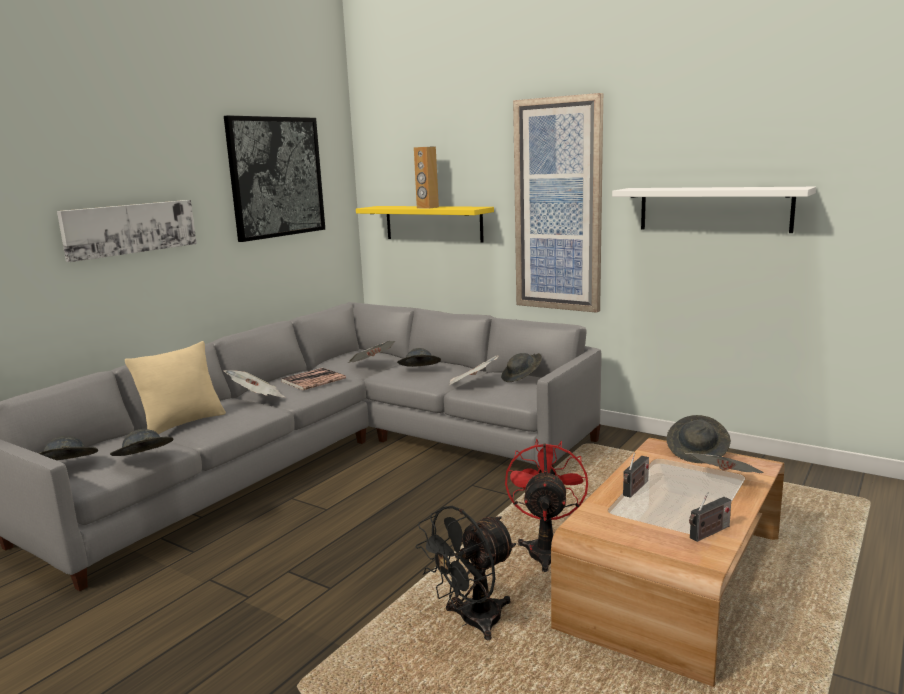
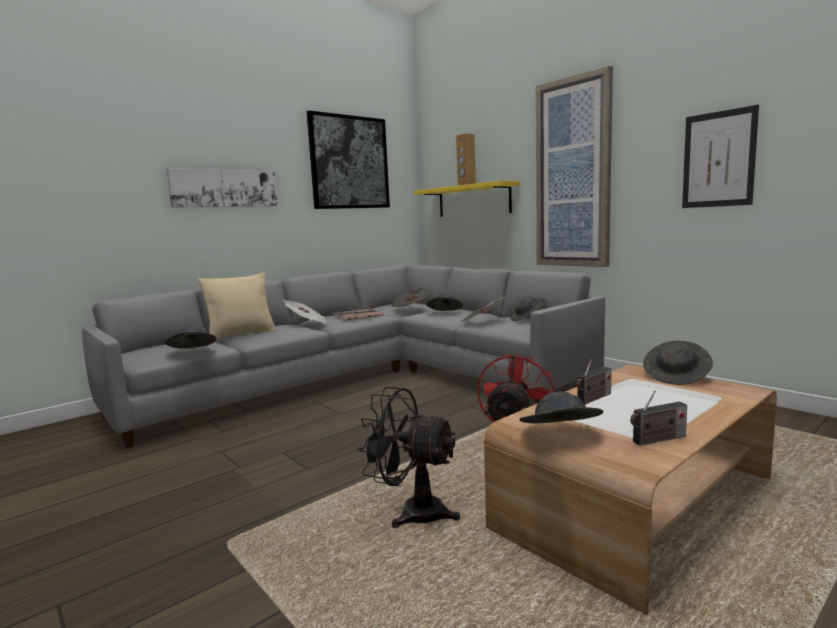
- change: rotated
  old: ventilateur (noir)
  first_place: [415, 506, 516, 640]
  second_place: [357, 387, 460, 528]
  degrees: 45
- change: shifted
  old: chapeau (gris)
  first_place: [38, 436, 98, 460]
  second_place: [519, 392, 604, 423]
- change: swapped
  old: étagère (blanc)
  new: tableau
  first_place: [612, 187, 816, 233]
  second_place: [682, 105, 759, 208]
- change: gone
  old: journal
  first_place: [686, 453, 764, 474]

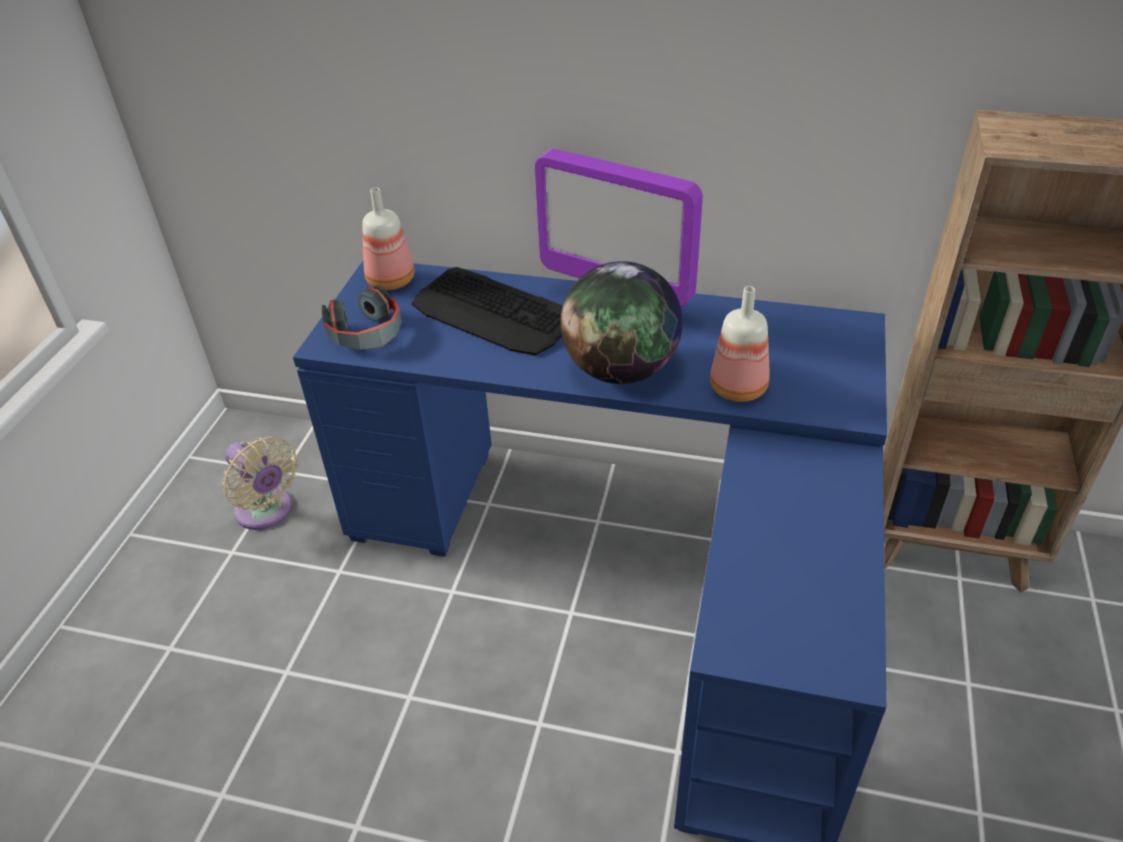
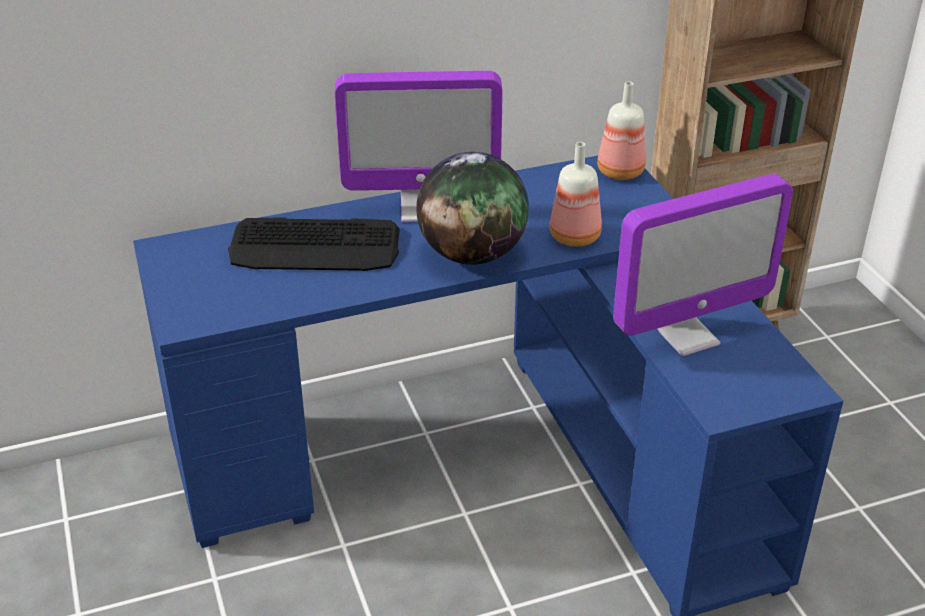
- change: shifted
  old: bouteille
  first_place: [362, 188, 415, 290]
  second_place: [597, 81, 646, 180]
- change: new
  new: écran d'ordinateur
  second_place: [613, 174, 793, 356]
- change: gone
  old: ventilateur (beige)
  first_place: [222, 436, 298, 530]
- change: gone
  old: casque audio
  first_place: [322, 285, 402, 350]

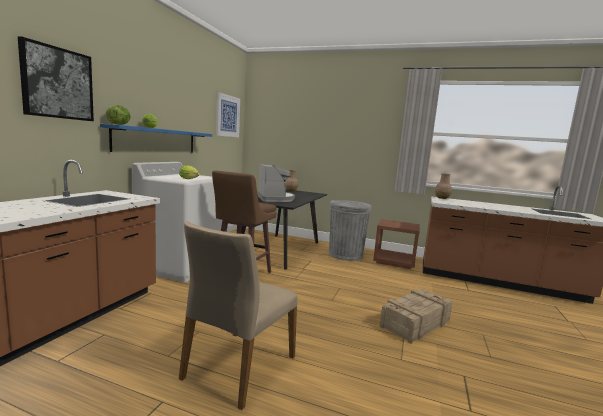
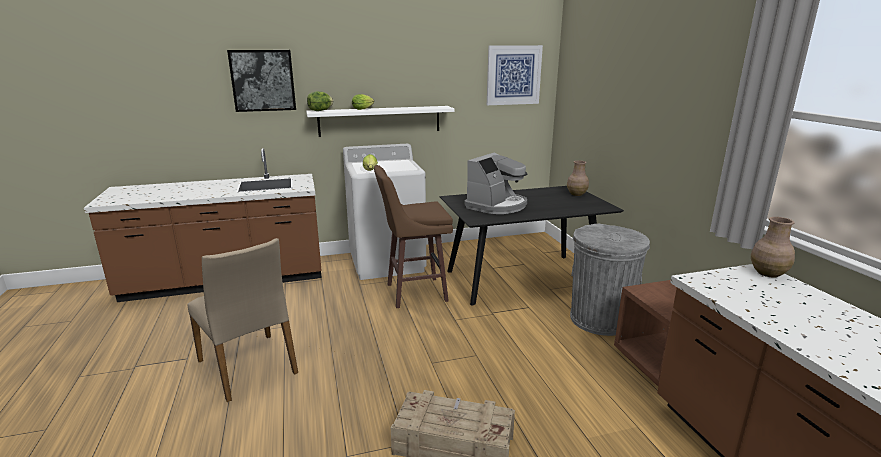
- change: rotated
  old: chaise (beige)
  first_place: [179, 221, 298, 410]
  second_place: [187, 238, 298, 402]
  degrees: -120
- change: repainted
  old: étagère (bleu)
  new: étagère (blanc)
  first_place: [100, 124, 212, 153]
  second_place: [306, 106, 454, 137]

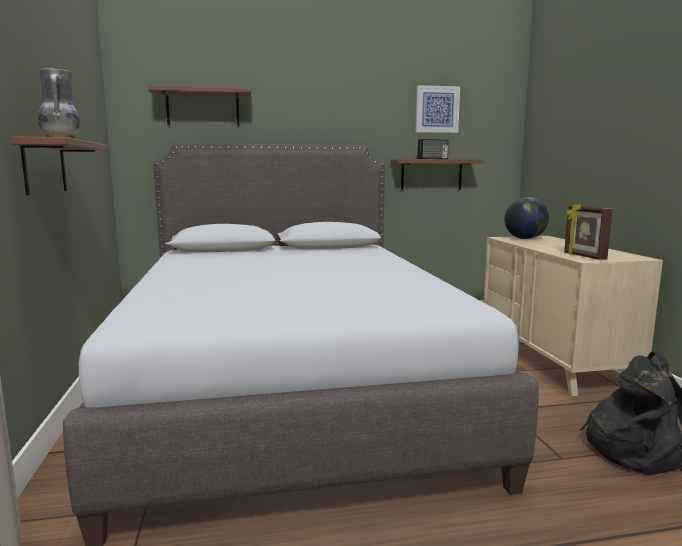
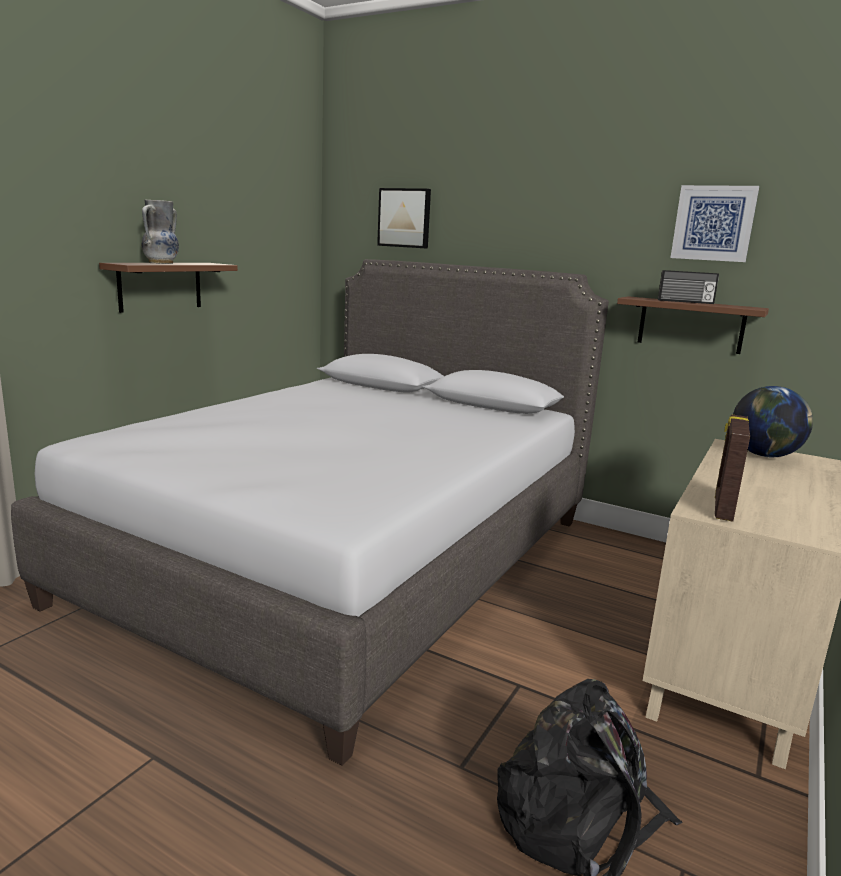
- change: swapped
  old: étagère (marron)
  new: tableau
  first_place: [147, 85, 251, 126]
  second_place: [377, 188, 431, 249]

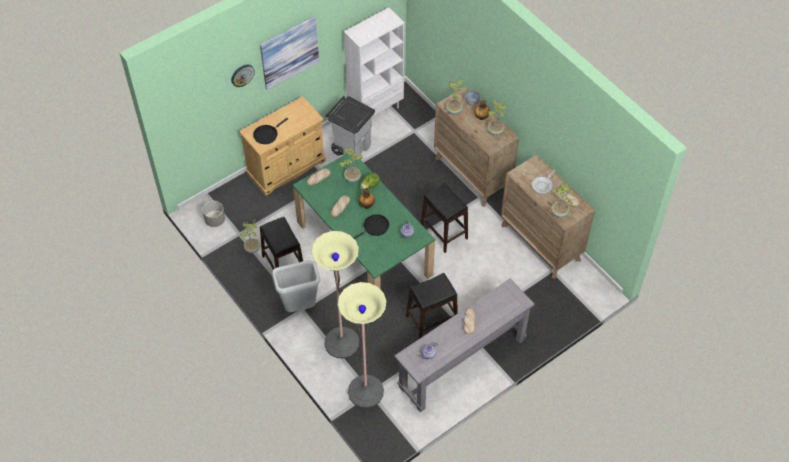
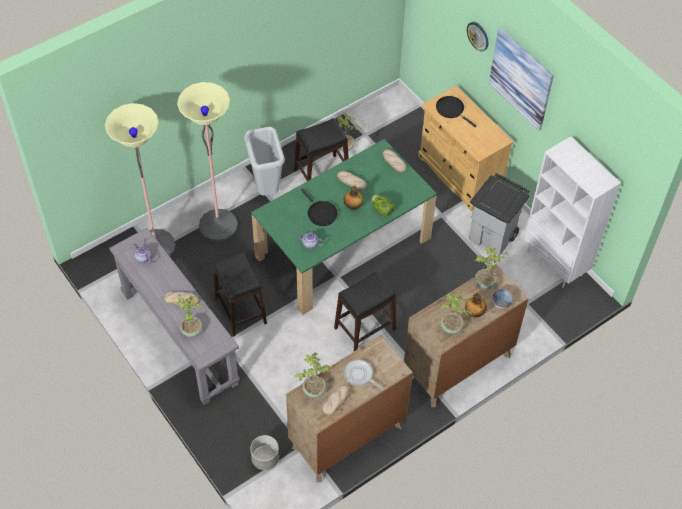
- change: shifted
  old: plante en pot
  first_place: [339, 147, 363, 182]
  second_place: [177, 294, 204, 337]
- change: shifted
  old: cache-pot (gris)
  first_place: [202, 201, 225, 227]
  second_place: [250, 435, 279, 470]

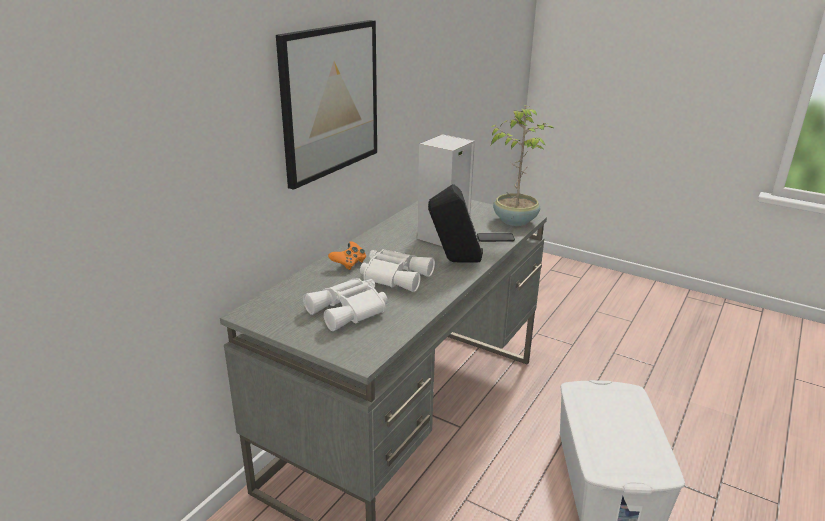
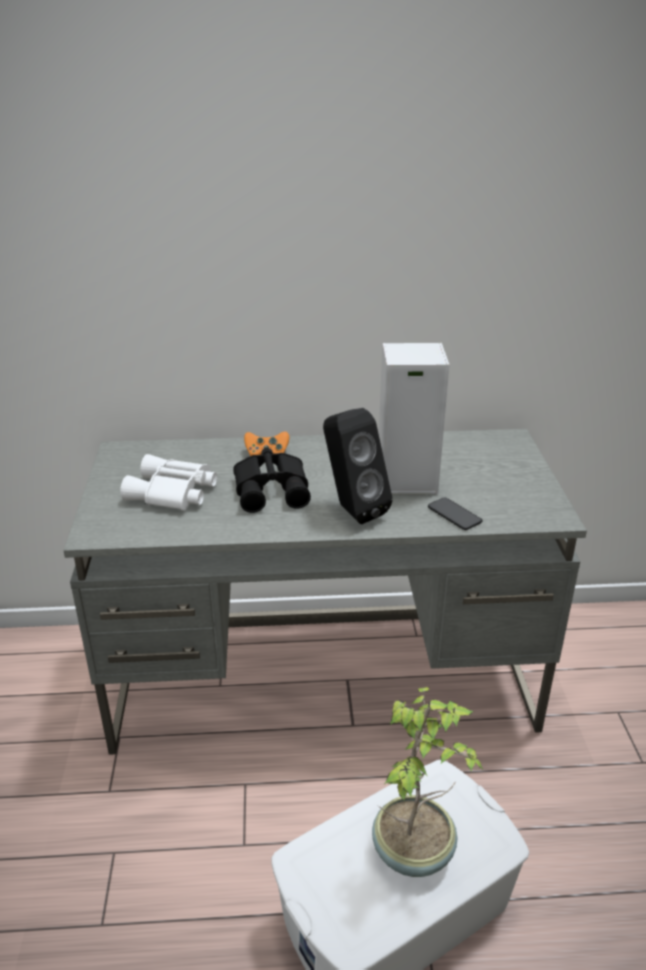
- change: repainted
  old: jumelles (blanc)
  new: jumelles (noir)
  first_place: [360, 249, 435, 292]
  second_place: [233, 448, 311, 513]
- change: shifted
  old: plante en pot
  first_place: [489, 105, 554, 226]
  second_place: [372, 687, 484, 877]
- change: gone
  old: tableau
  first_place: [276, 20, 377, 190]

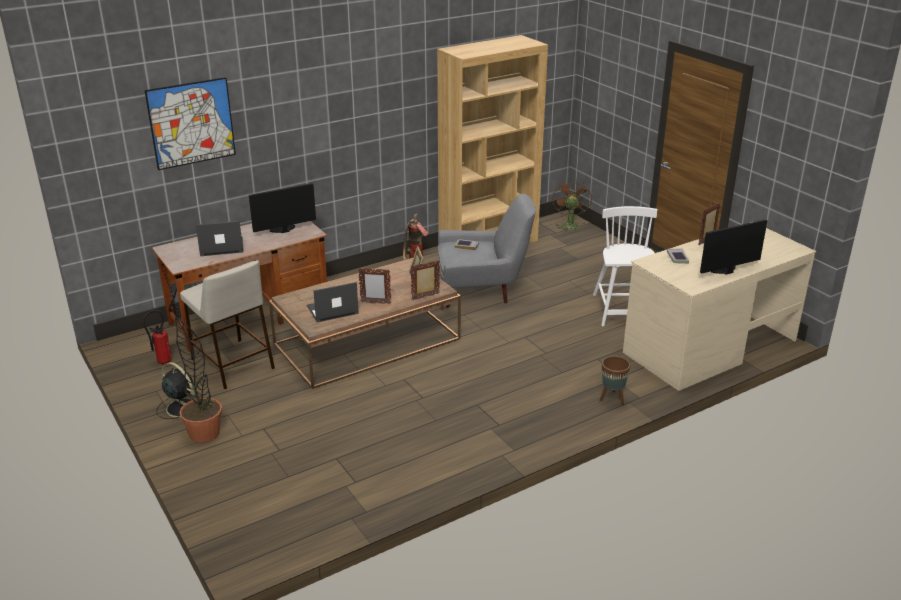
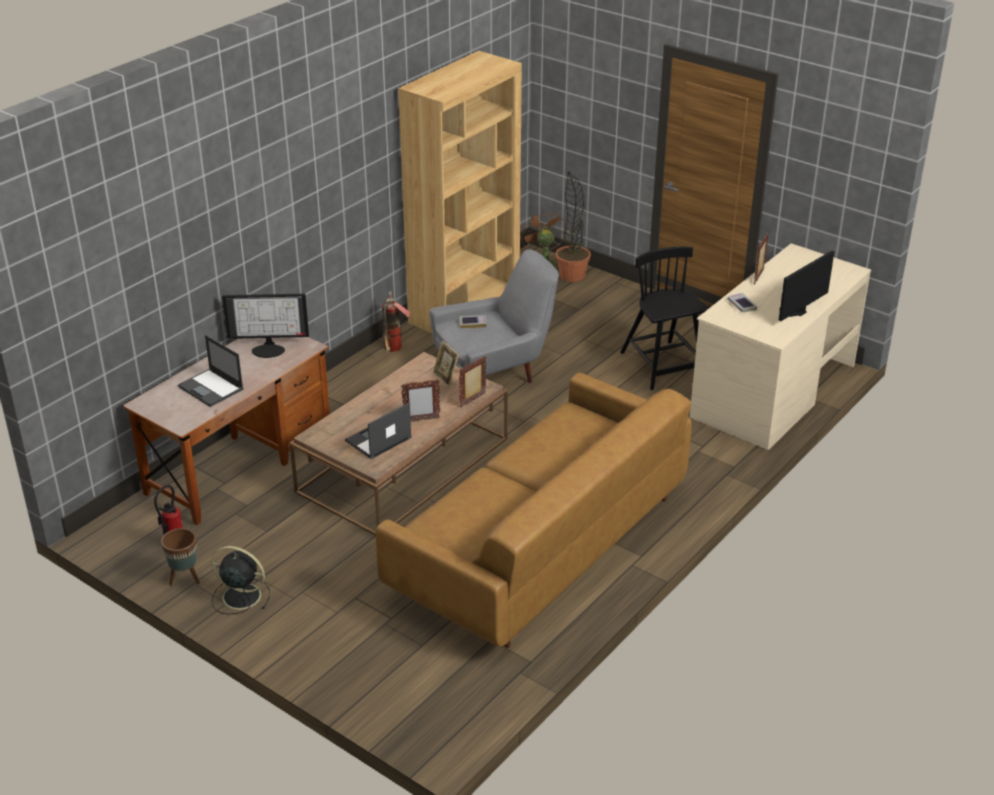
- change: shifted
  old: cache-pot (marron)
  first_place: [599, 356, 631, 405]
  second_place: [161, 528, 200, 586]
- change: rotated
  old: ordinateur portable
  first_place: [196, 221, 243, 256]
  second_place: [178, 335, 244, 407]
  degrees: -105
- change: rotated
  old: écran d'ordinateur
  first_place: [249, 183, 316, 233]
  second_place: [222, 294, 309, 358]
  degrees: -135
- change: new
  new: canapé (marron)
  second_place: [376, 373, 692, 648]
- change: shifted
  old: plante en pot
  first_place: [175, 317, 222, 443]
  second_place: [556, 171, 591, 282]
- change: repainted
  old: chaise (blanc)
  new: chaise (noir)
  first_place: [593, 206, 658, 326]
  second_place: [620, 247, 709, 390]
- change: gone
  old: tableau
  first_place: [145, 77, 236, 170]
- change: gone
  old: tabouret (beige)
  first_place: [180, 260, 275, 389]

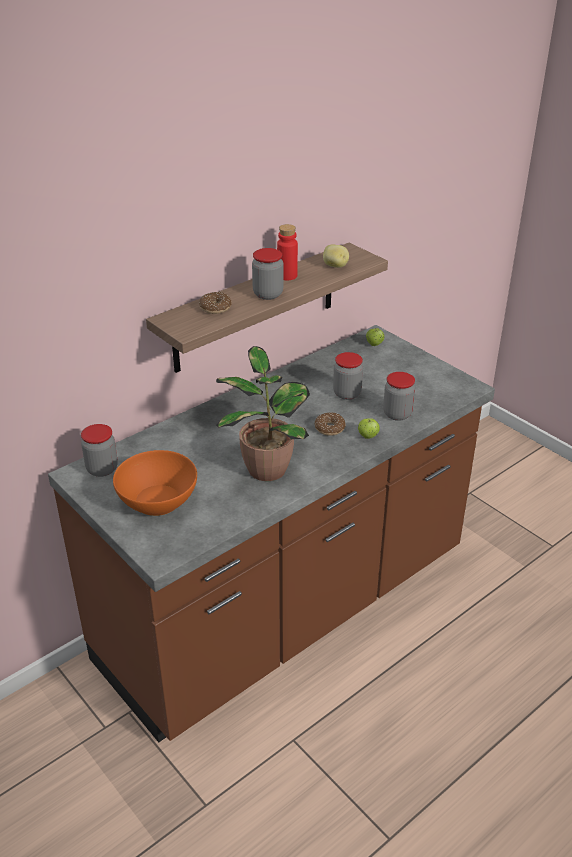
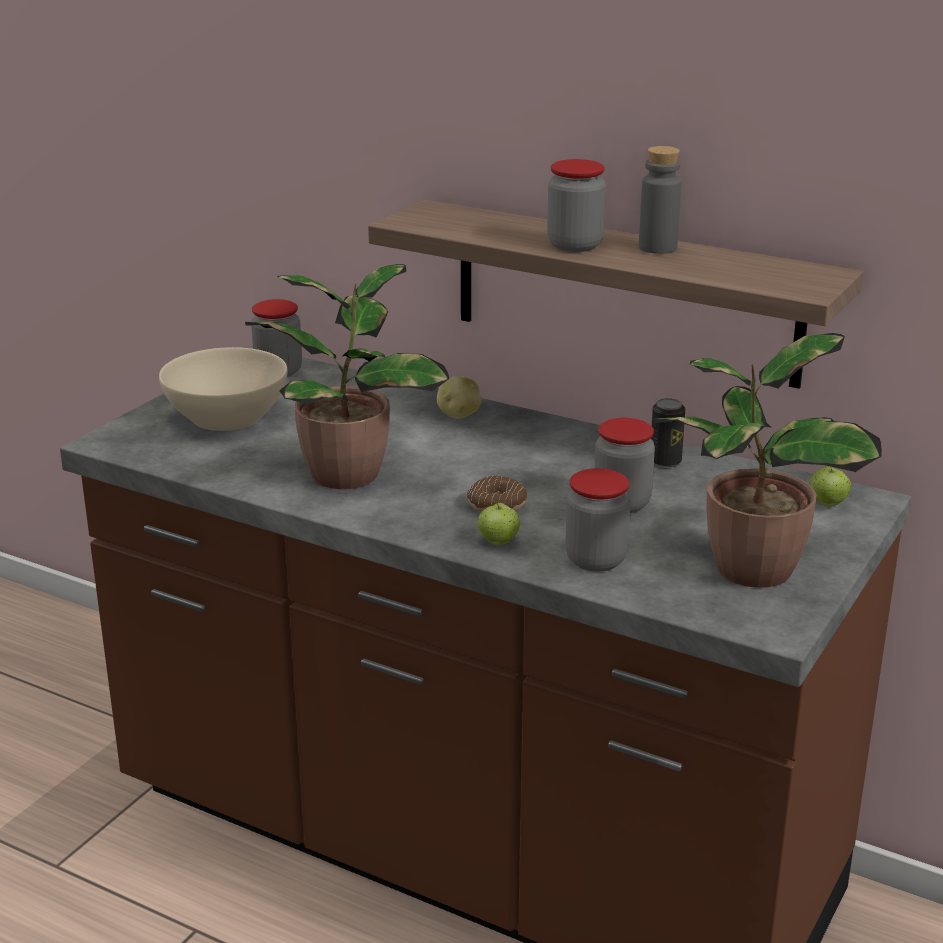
- change: repainted
  old: bol (orange)
  new: bol (beige)
  first_place: [113, 450, 197, 516]
  second_place: [159, 347, 288, 431]
- change: shifted
  old: pomme de terre
  first_place: [323, 244, 349, 268]
  second_place: [437, 376, 481, 419]
- change: repainted
  old: bouteille (rouge)
  new: bouteille (gris)
  first_place: [277, 224, 298, 280]
  second_place: [639, 146, 681, 254]
- change: new
  new: boîte métallique
  second_place: [651, 398, 685, 467]
- change: new
  new: plante en pot
  second_place: [653, 333, 882, 588]
- change: gone
  old: beignet
  first_place: [199, 292, 232, 314]

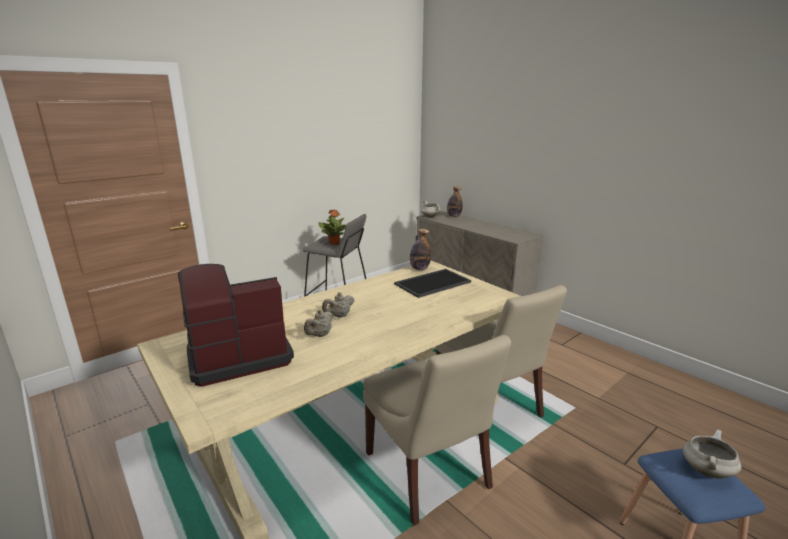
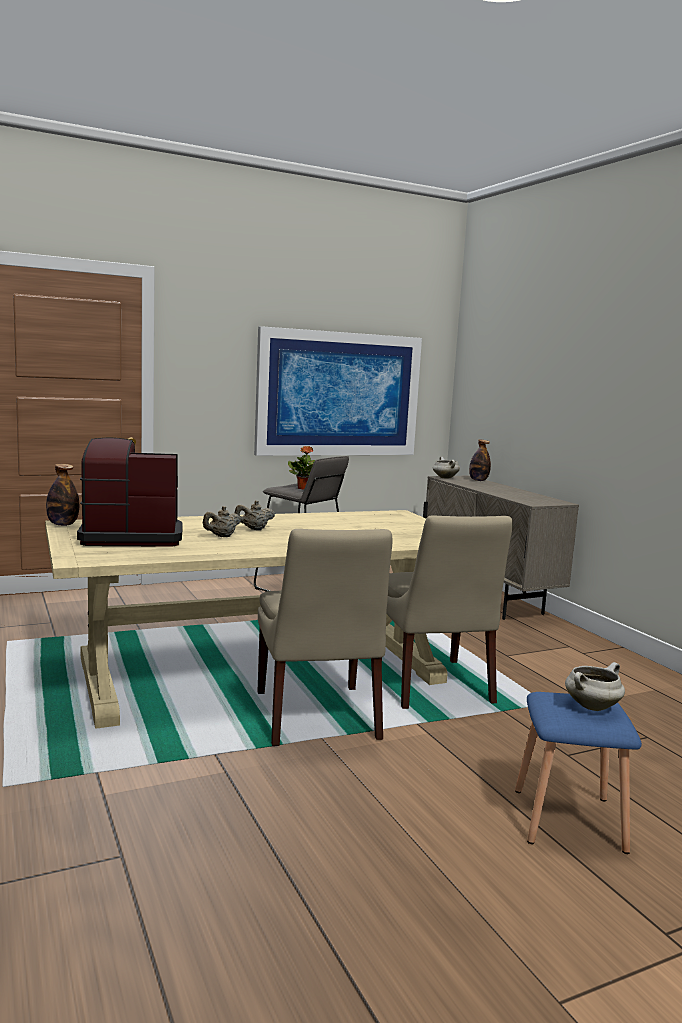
- change: shifted
  old: bouteille
  first_place: [410, 229, 431, 270]
  second_place: [46, 464, 79, 526]
- change: new
  new: tableau
  second_place: [254, 326, 422, 456]
- change: gone
  old: plateau
  first_place: [394, 269, 471, 298]

